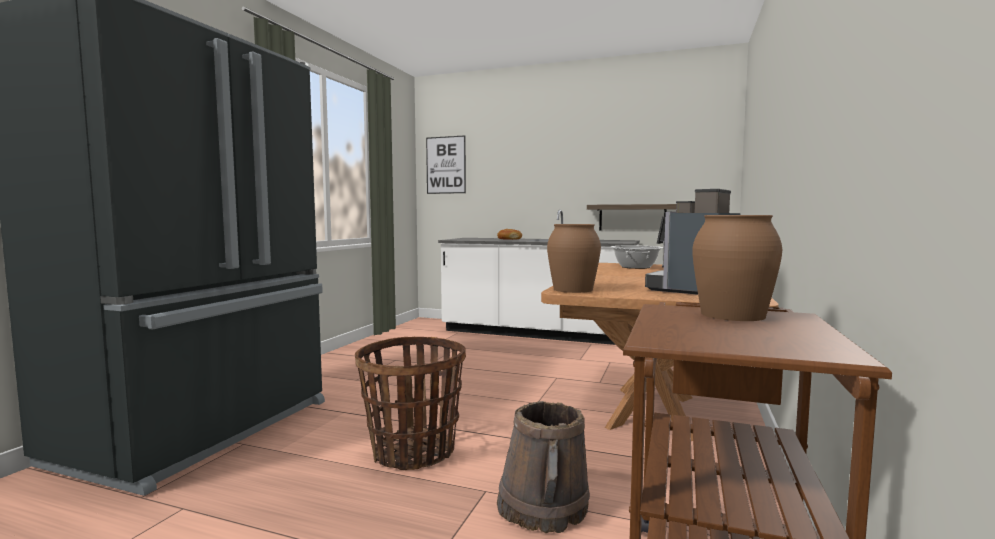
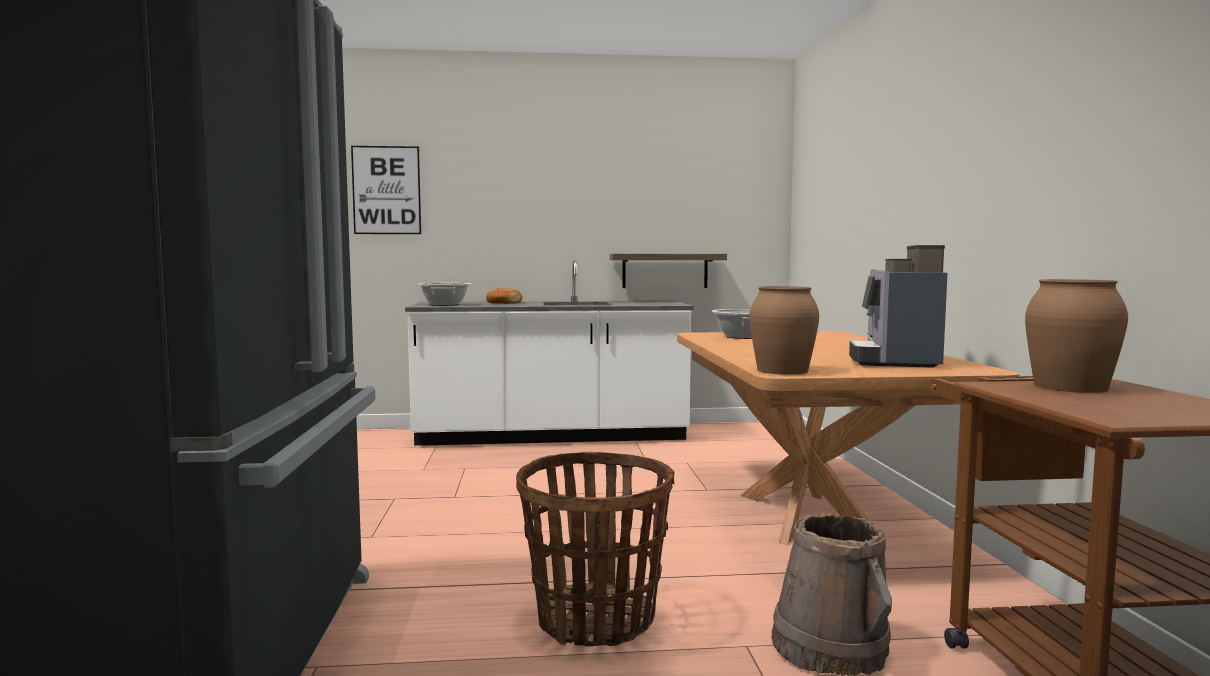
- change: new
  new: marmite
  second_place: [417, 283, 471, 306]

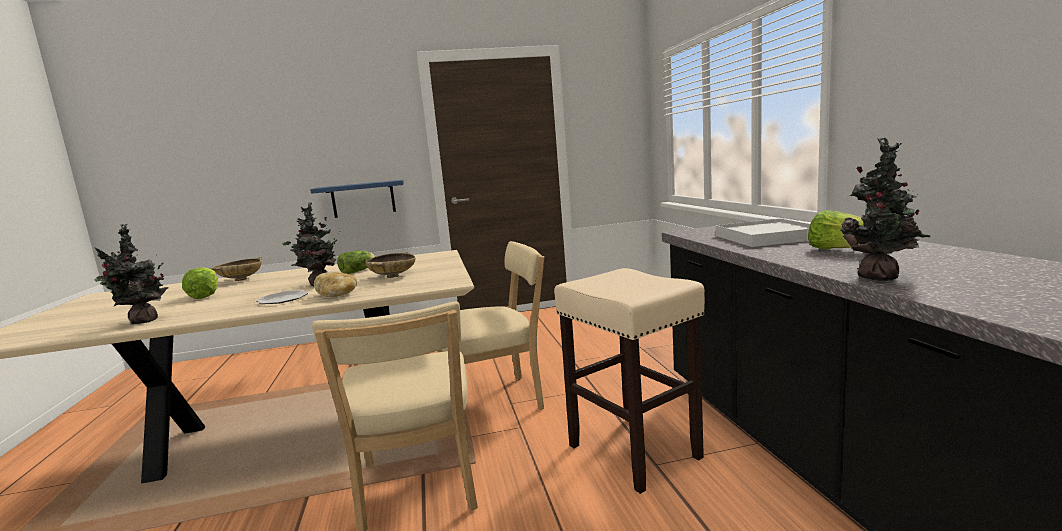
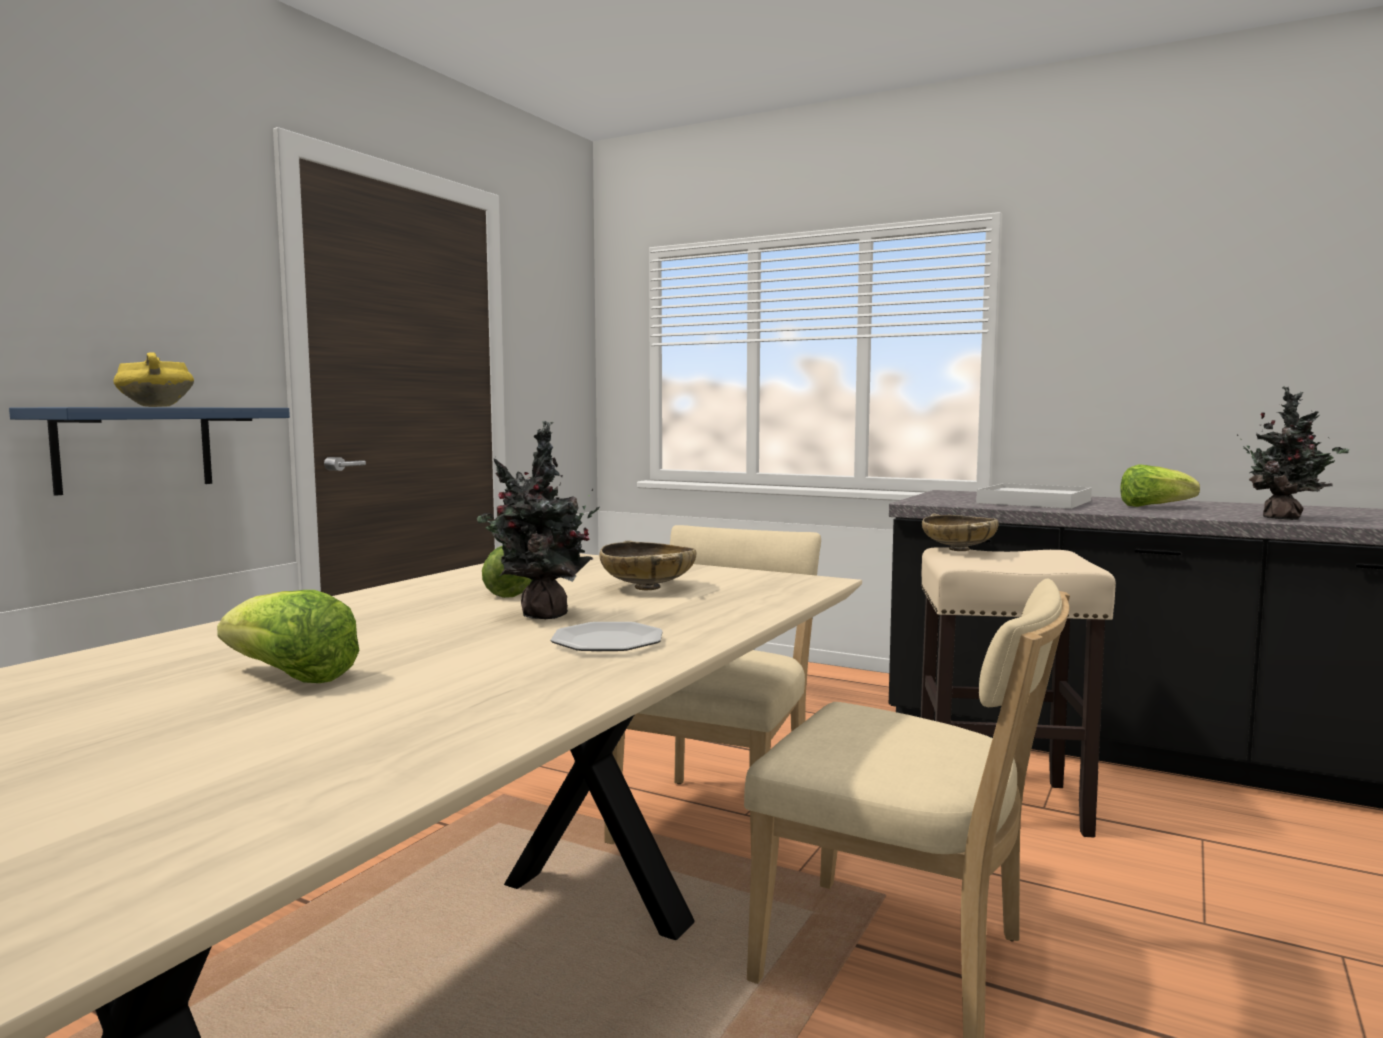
- change: new
  new: marmite (jaune)
  second_place: [113, 353, 194, 407]
- change: shifted
  old: bol (beige)
  first_place: [211, 257, 262, 281]
  second_place: [922, 514, 998, 551]
- change: gone
  old: plante en pot
  first_place: [95, 224, 169, 324]
- change: gone
  old: pain
  first_place: [314, 272, 357, 297]

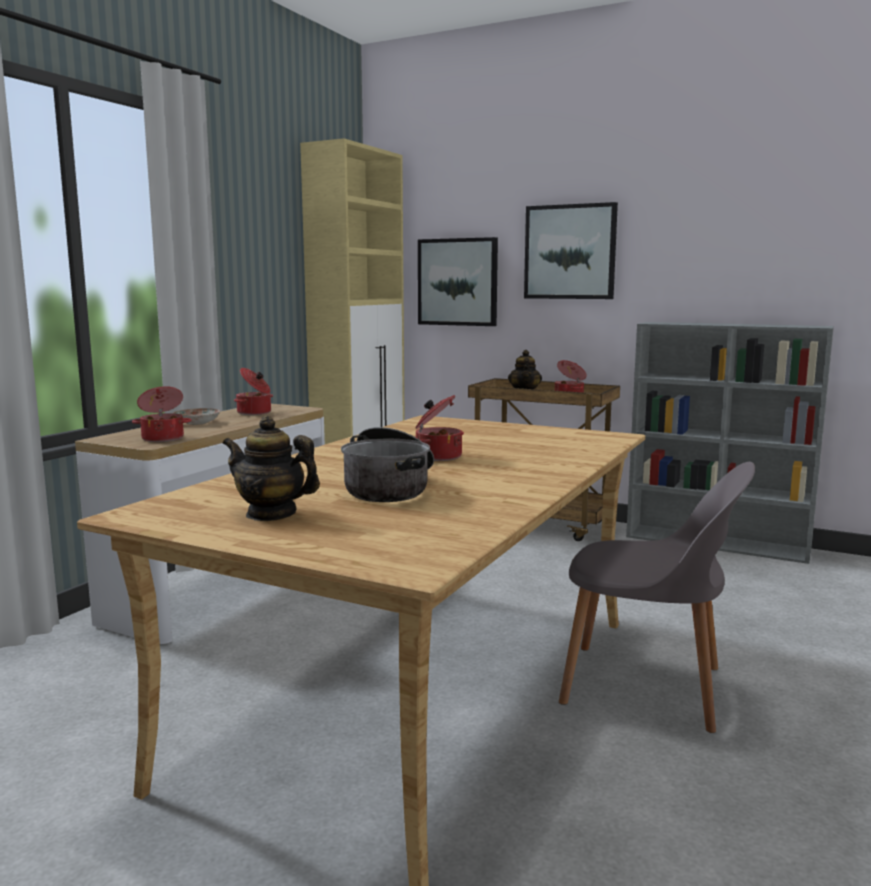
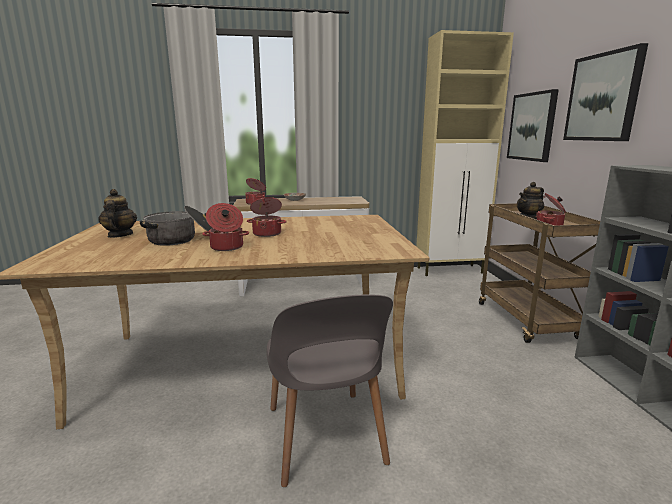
- change: shifted
  old: marmite
  first_place: [234, 368, 273, 415]
  second_place: [202, 203, 249, 251]

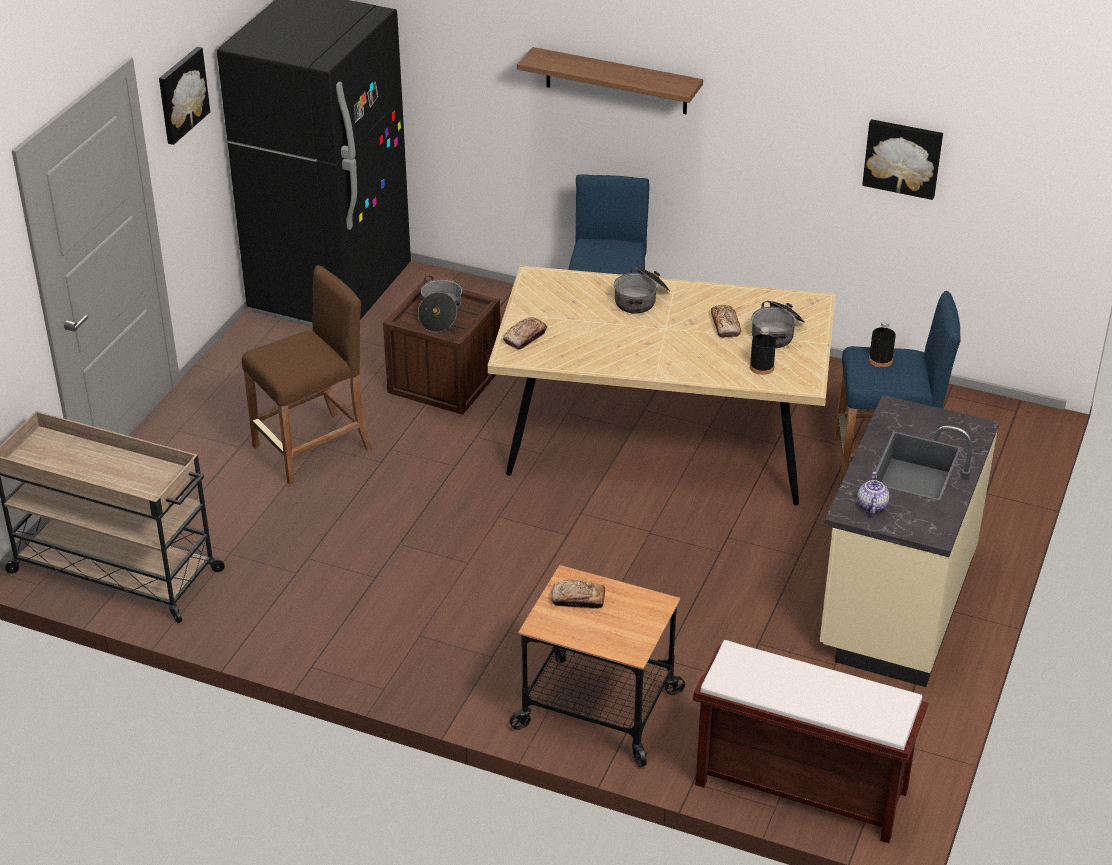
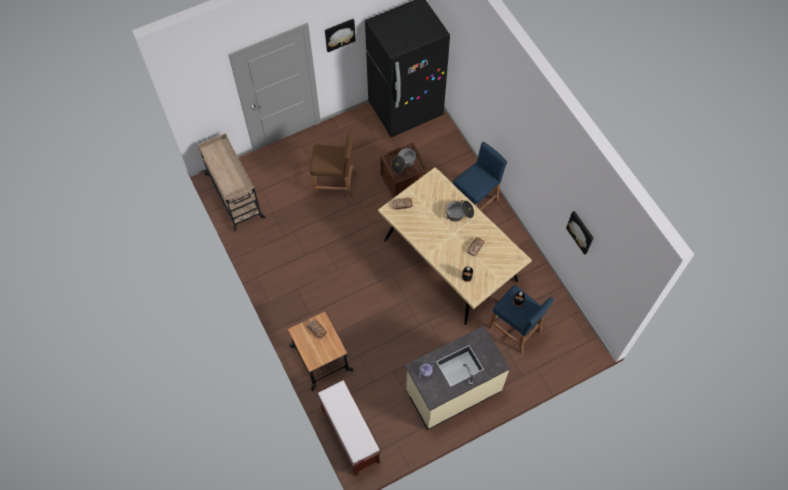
- change: gone
  old: étagère
  first_place: [517, 47, 703, 114]
- change: gone
  old: marmite
  first_place: [751, 300, 805, 348]

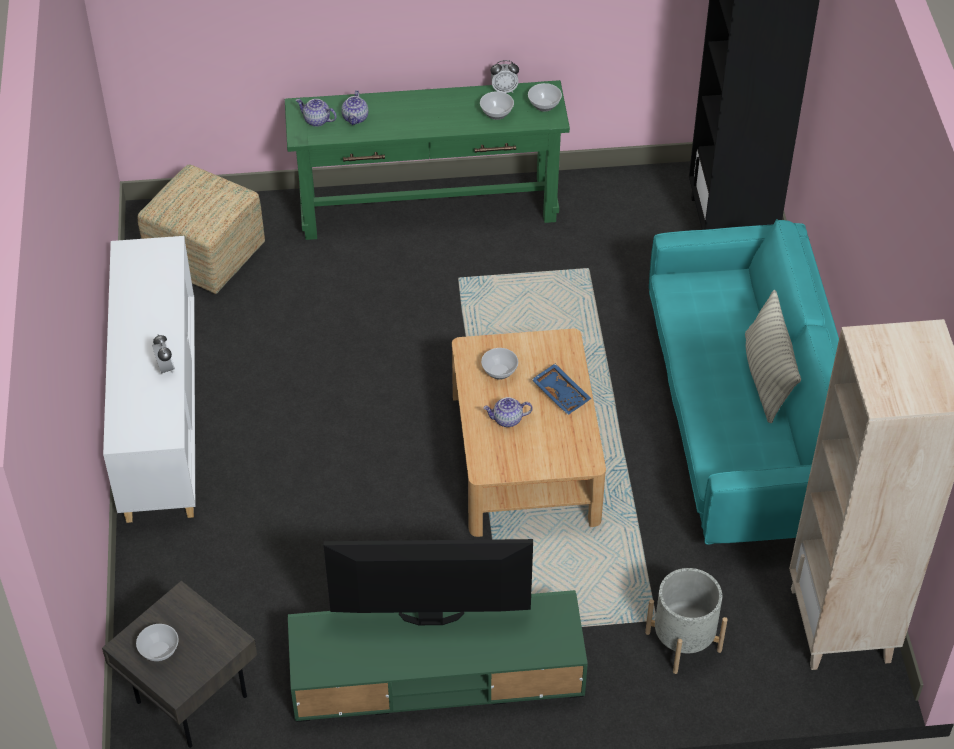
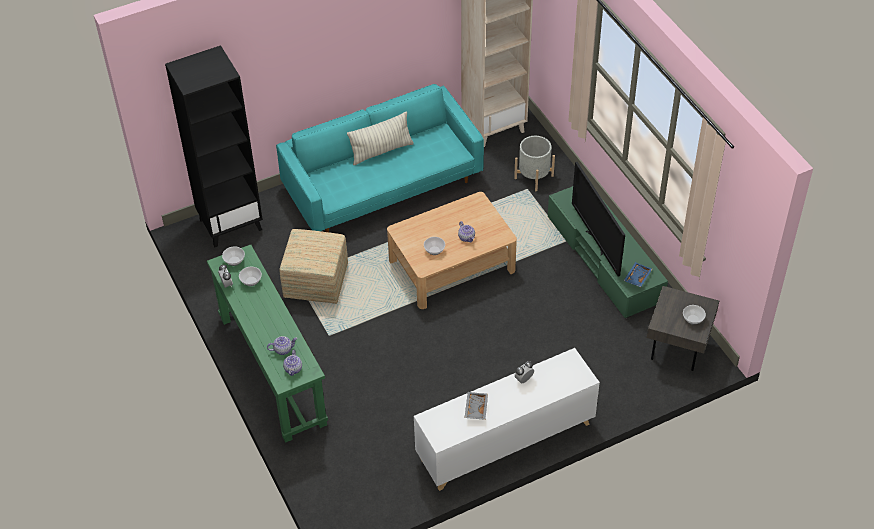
- change: shifted
  old: pouf
  first_place: [138, 164, 265, 294]
  second_place: [279, 229, 348, 304]
- change: new
  new: plateau (gris)
  second_place: [465, 392, 488, 420]
- change: shifted
  old: plateau (bleu)
  first_place: [532, 364, 591, 415]
  second_place: [624, 262, 652, 287]

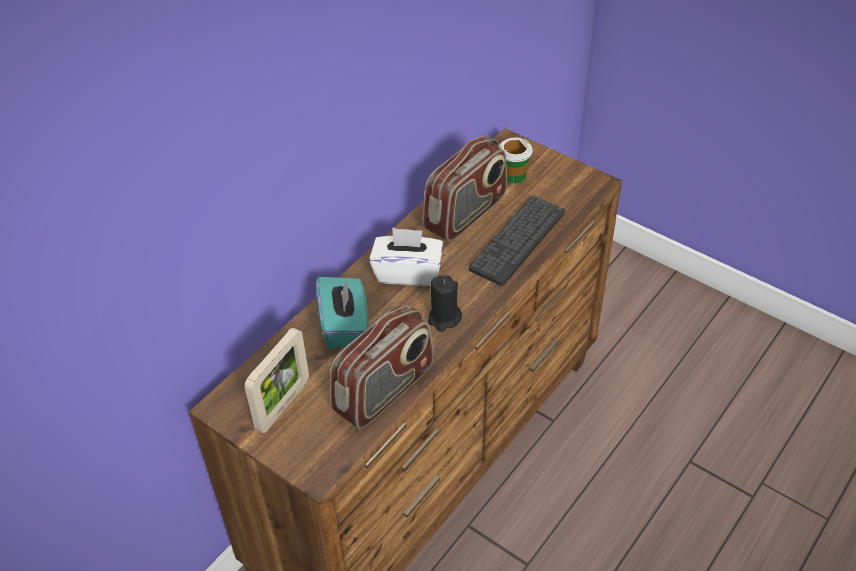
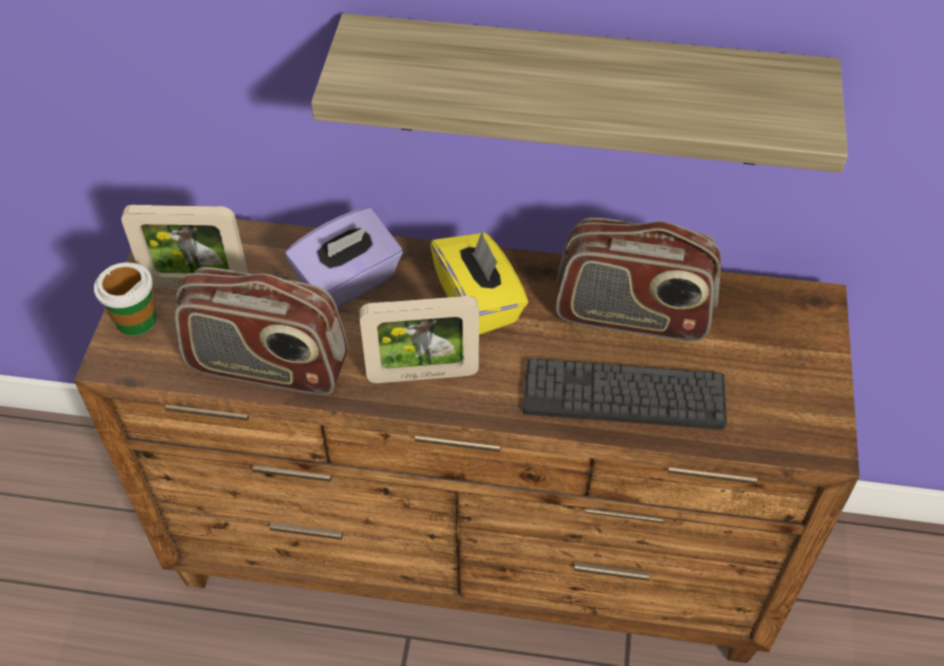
- change: shifted
  old: tasse
  first_place: [499, 137, 533, 184]
  second_place: [94, 263, 156, 336]
- change: repainted
  old: boîte à mouchoirs (turquoise)
  new: boîte à mouchoirs (violet)
  first_place: [316, 277, 369, 349]
  second_place: [285, 207, 403, 308]
- change: new
  new: étagère
  second_place: [311, 13, 848, 173]
- change: swapped
  old: bougie (noir)
  new: cadre photo
  first_place: [428, 275, 462, 332]
  second_place: [359, 296, 479, 383]
- change: repainted
  old: boîte à mouchoirs (blanc)
  new: boîte à mouchoirs (jaune)
  first_place: [369, 227, 443, 286]
  second_place: [430, 232, 528, 335]

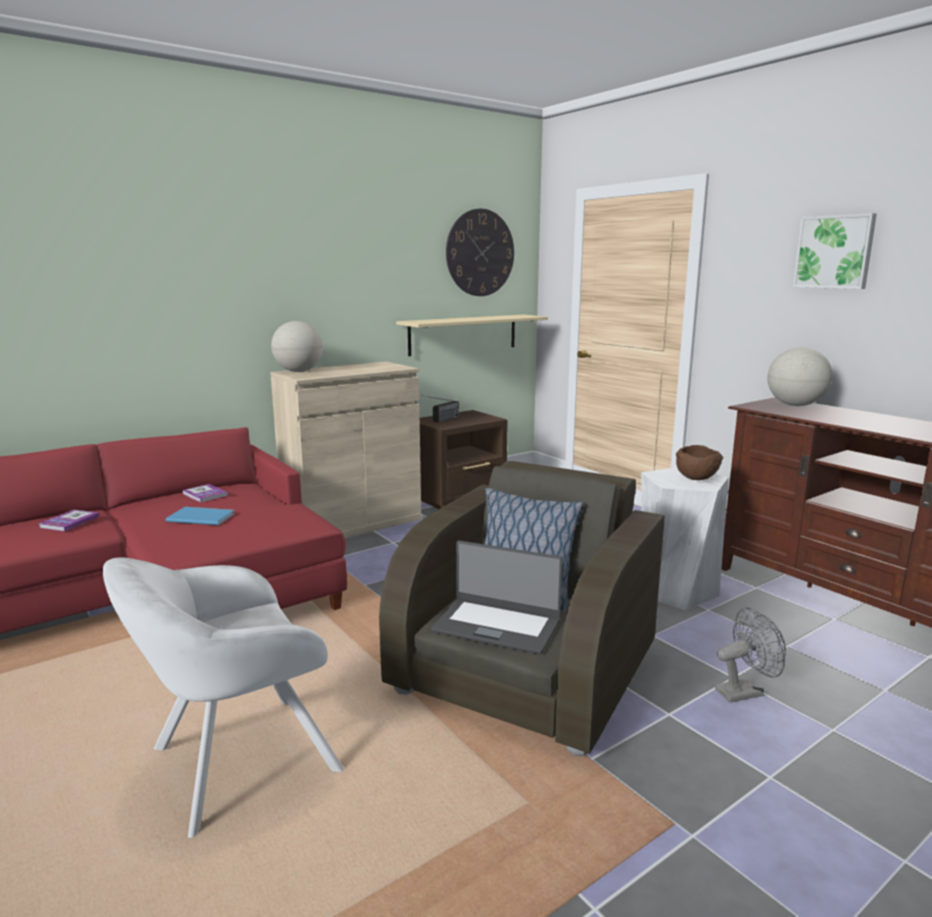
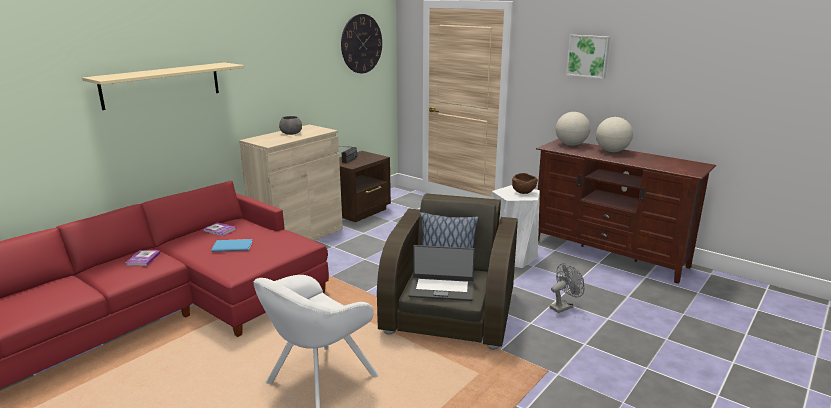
- change: shifted
  old: étagère (beige)
  first_place: [396, 315, 548, 356]
  second_place: [82, 62, 245, 110]
- change: new
  new: bol (gris)
  second_place: [279, 116, 302, 135]
- change: shifted
  old: globe
  first_place: [271, 321, 323, 372]
  second_place: [596, 117, 633, 152]

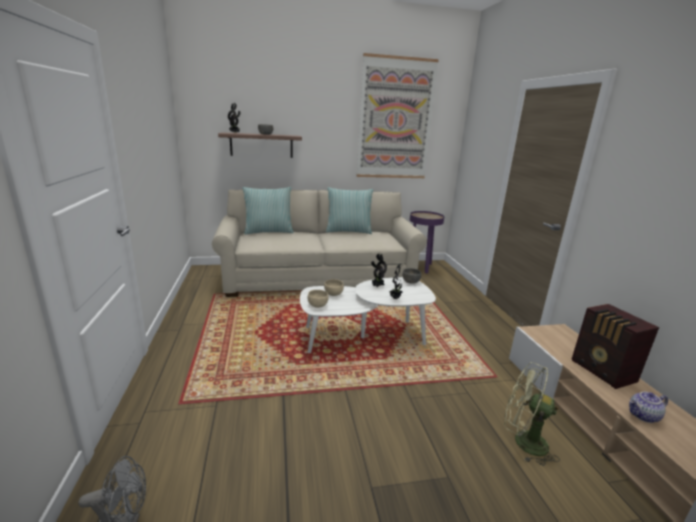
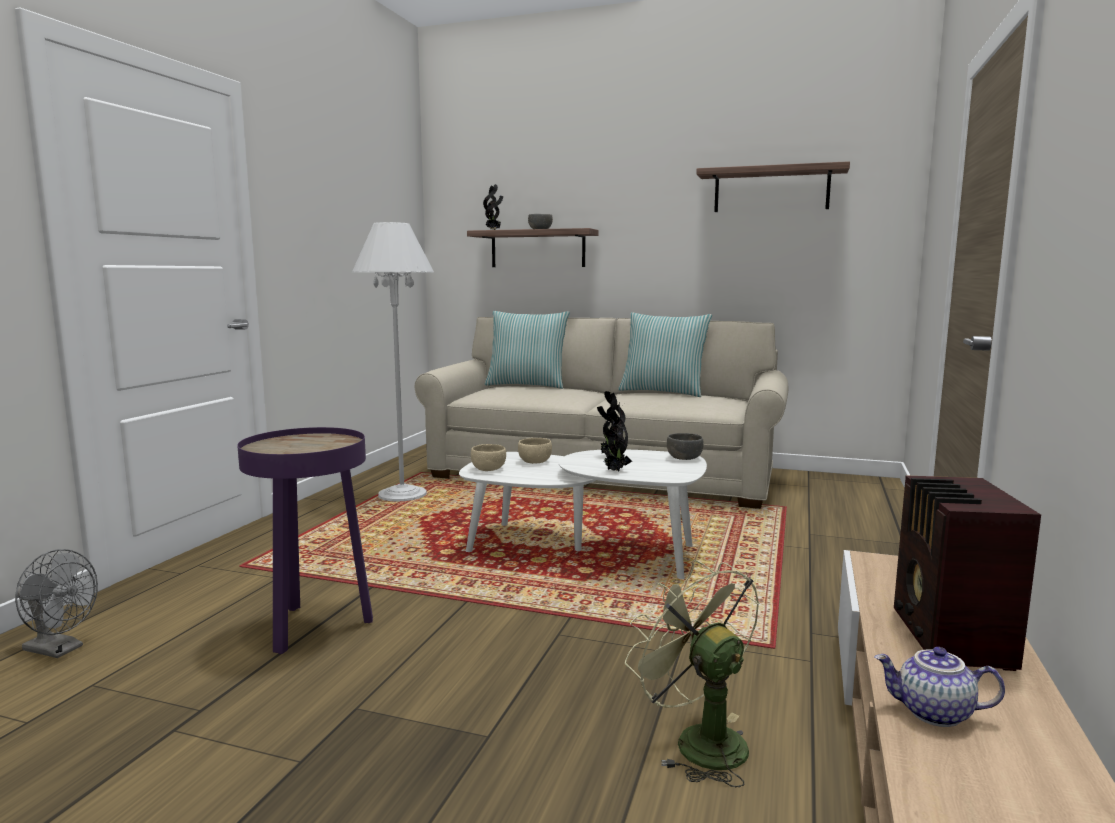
- change: shifted
  old: table d'appoint (violet)
  first_place: [410, 211, 444, 274]
  second_place: [237, 427, 373, 654]
- change: new
  new: lampadaire (blanc)
  second_place: [352, 222, 434, 501]
- change: swapped
  old: tableau
  new: étagère
  first_place: [356, 53, 439, 178]
  second_place: [696, 161, 850, 212]

